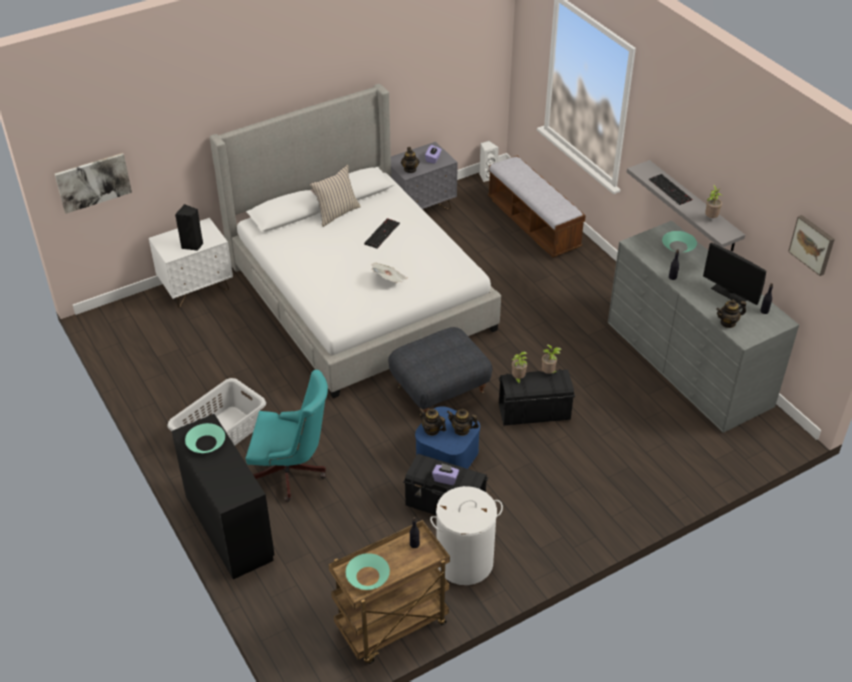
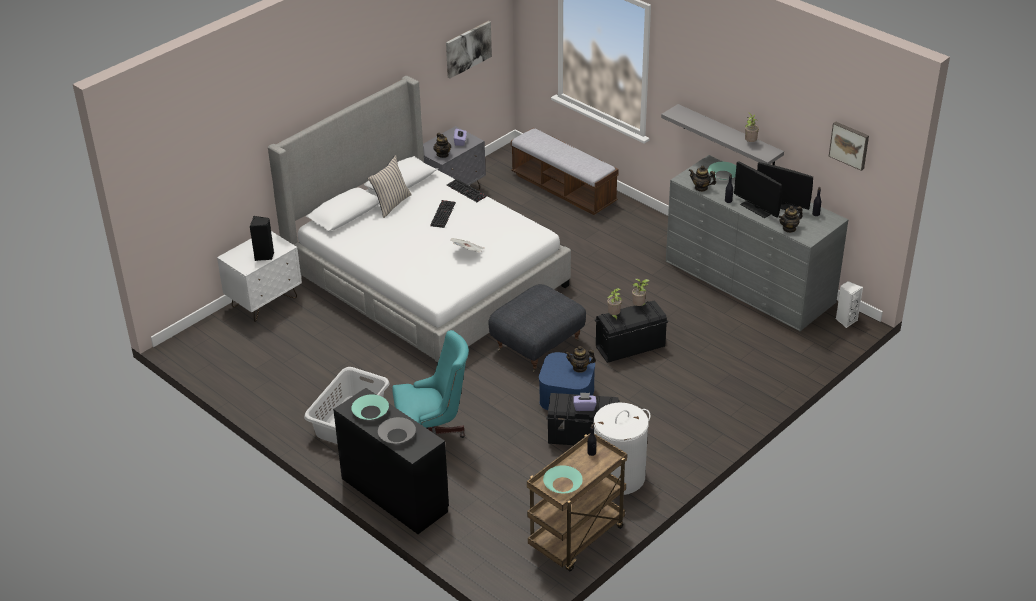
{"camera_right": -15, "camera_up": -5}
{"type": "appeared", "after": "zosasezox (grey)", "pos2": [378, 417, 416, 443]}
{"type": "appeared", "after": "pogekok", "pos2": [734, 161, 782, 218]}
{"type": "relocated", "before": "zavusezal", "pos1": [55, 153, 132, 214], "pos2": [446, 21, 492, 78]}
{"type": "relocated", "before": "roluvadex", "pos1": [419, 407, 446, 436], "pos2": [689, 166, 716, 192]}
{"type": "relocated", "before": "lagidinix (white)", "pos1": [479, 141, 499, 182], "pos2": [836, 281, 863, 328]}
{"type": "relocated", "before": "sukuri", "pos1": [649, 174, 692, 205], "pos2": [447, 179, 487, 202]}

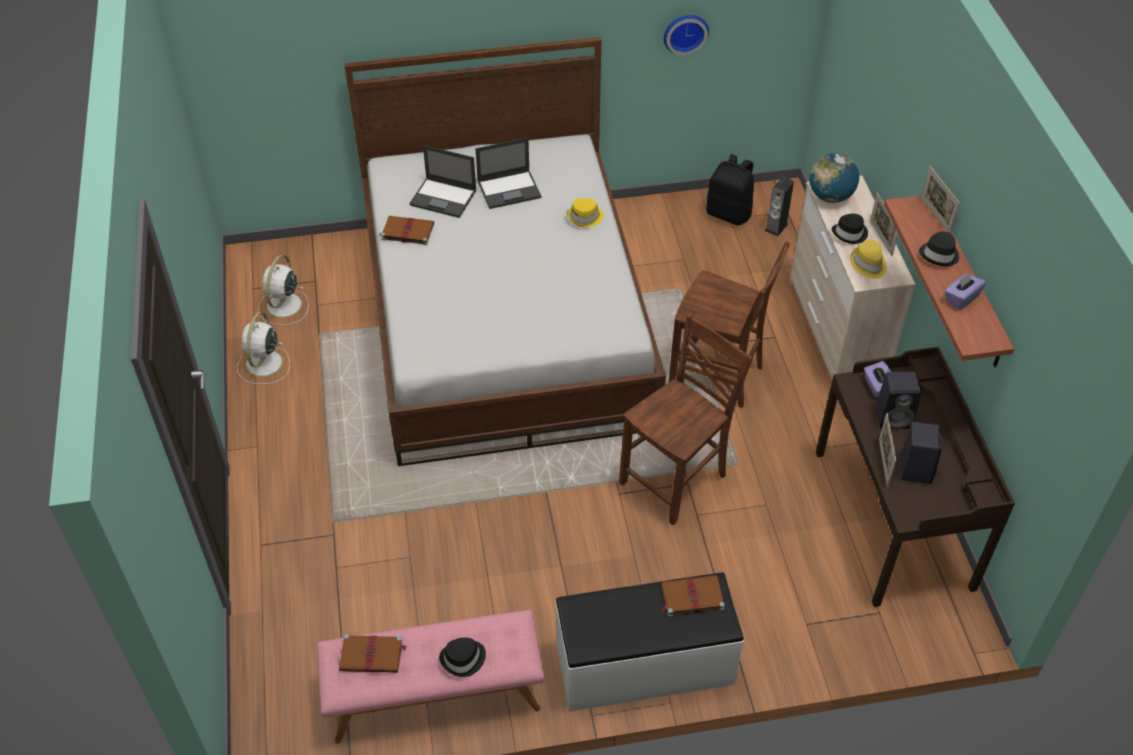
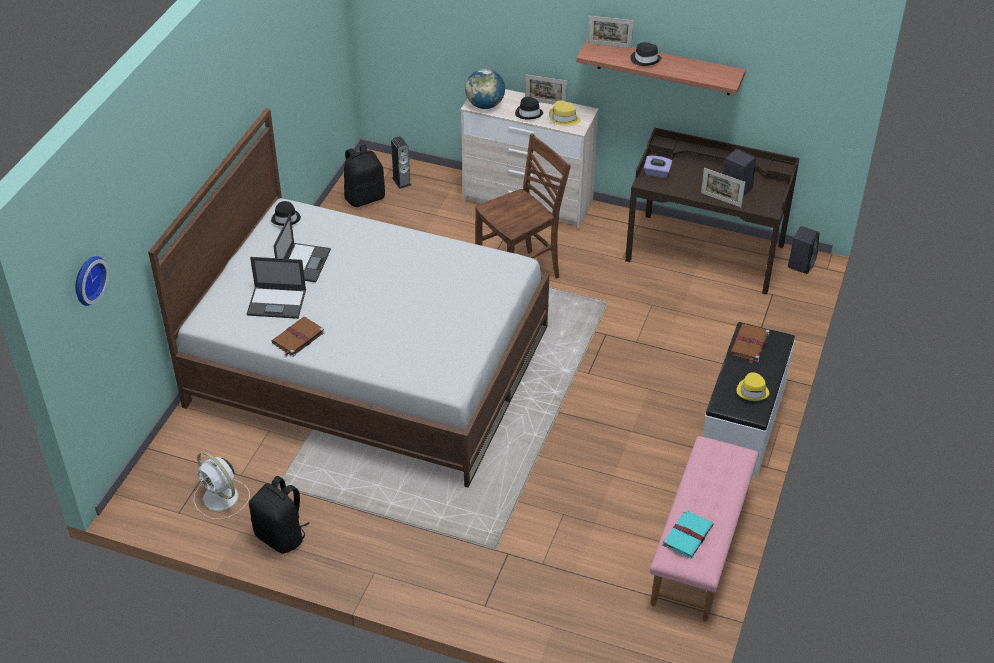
{"camera_right": -60, "camera_up": -5}
{"type": "missing", "before": "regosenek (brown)", "pos1": [619, 314, 753, 525]}
{"type": "missing", "before": "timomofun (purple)", "pos1": [945, 272, 986, 310]}
{"type": "relocated", "before": "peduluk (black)", "pos1": [439, 637, 486, 677], "pos2": [271, 201, 301, 226]}
{"type": "relocated", "before": "peduluk (yellow)", "pos1": [567, 198, 604, 227], "pos2": [737, 372, 769, 401]}
{"type": "relocated", "before": "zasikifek", "pos1": [664, 15, 709, 55], "pos2": [75, 256, 109, 306]}
{"type": "relocated", "before": "lagidinix (black)", "pos1": [875, 372, 921, 429], "pos2": [788, 226, 820, 274]}
{"type": "exchanged", "before": "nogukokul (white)", "after": "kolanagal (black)", "pos1": [237, 312, 290, 384], "pos2": [249, 476, 310, 554]}
{"type": "colour", "before": "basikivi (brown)", "after": "basikivi (turquoise)", "pos1": [339, 634, 407, 673], "pos2": [662, 509, 714, 558]}
{"type": "spun", "before": "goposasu", "pos1": [409, 145, 477, 218], "pos2": [247, 257, 306, 319], "turn": 45}

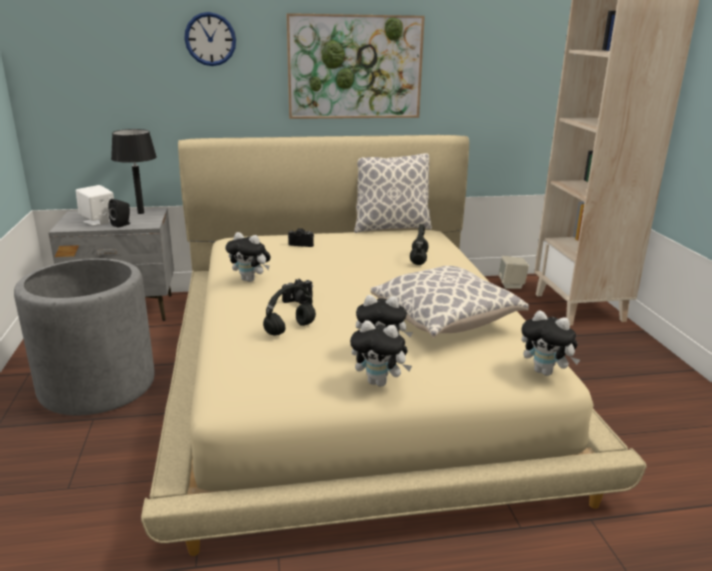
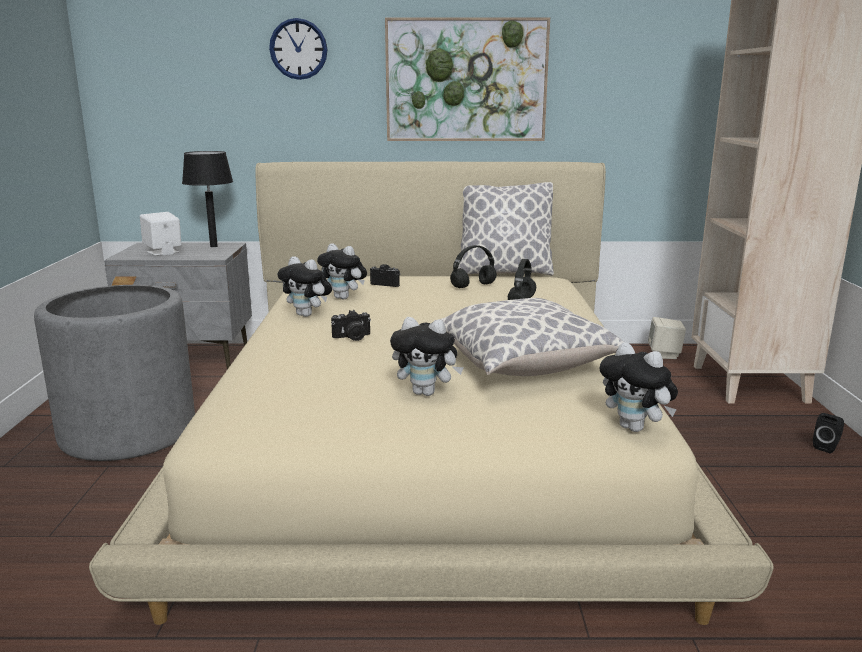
{"camera_right": 10, "camera_up": -5}
{"type": "relocated", "before": "lagidinix (black)", "pos1": [108, 199, 130, 228], "pos2": [813, 413, 844, 453]}
{"type": "relocated", "before": "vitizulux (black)", "pos1": [263, 285, 316, 336], "pos2": [450, 245, 497, 288]}
{"type": "relocated", "before": "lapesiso", "pos1": [350, 320, 412, 387], "pos2": [317, 243, 367, 299]}

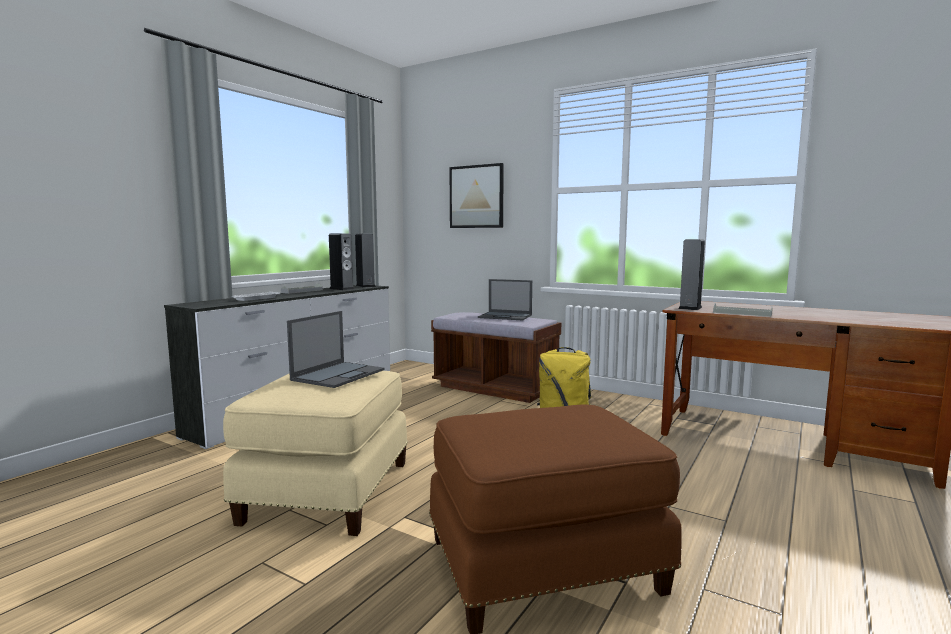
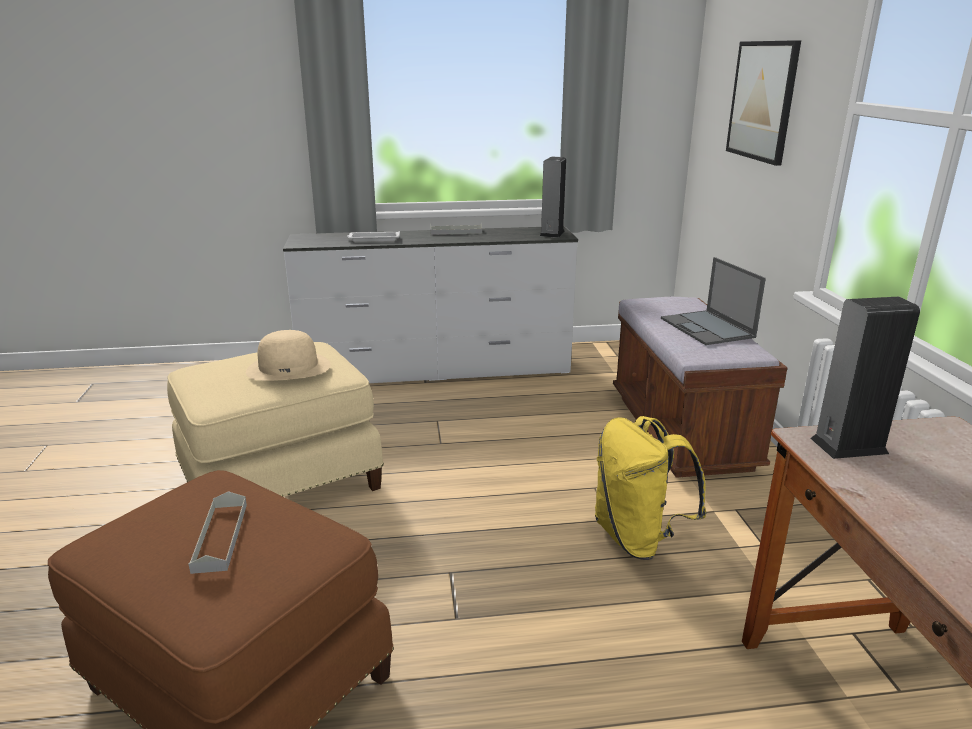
{"camera_right": 50, "camera_up": 15}
{"type": "missing", "before": "lagidinix", "pos1": [329, 233, 354, 290]}
{"type": "relocated", "before": "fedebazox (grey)", "pos1": [713, 303, 772, 317], "pos2": [189, 491, 247, 574]}
{"type": "exchanged", "before": "goposasu", "after": "peduluk (beige)", "pos1": [287, 311, 384, 388], "pos2": [246, 330, 331, 381]}

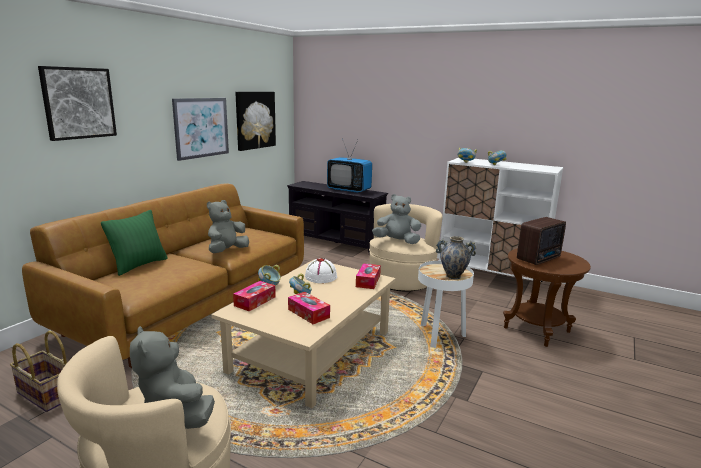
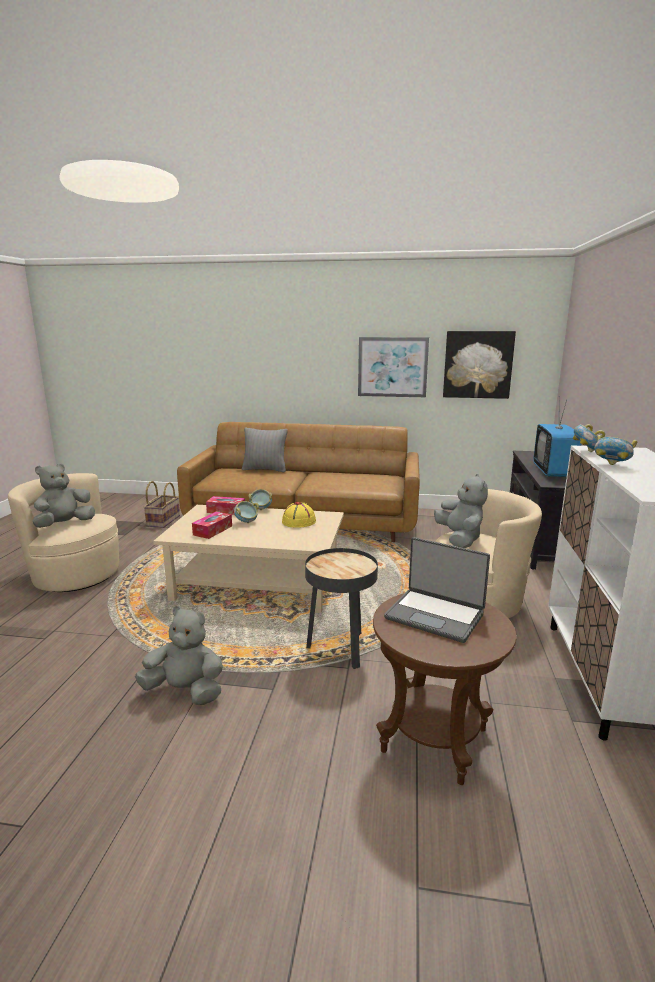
{"camera_right": 70, "camera_up": 0}
{"type": "missing", "before": "zavusezal", "pos1": [38, 66, 117, 141]}
{"type": "missing", "before": "timomofun", "pos1": [356, 263, 381, 289]}
{"type": "missing", "before": "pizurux", "pos1": [436, 236, 477, 279]}
{"type": "relocated", "before": "lapesiso (grey)", "pos1": [207, 200, 249, 253], "pos2": [135, 606, 223, 705]}
{"type": "exchanged", "before": "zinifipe", "after": "goposasu", "pos1": [517, 217, 566, 265], "pos2": [384, 537, 490, 643]}
{"type": "colour", "before": "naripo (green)", "after": "naripo (grey)", "pos1": [101, 210, 168, 276], "pos2": [242, 428, 288, 472]}
{"type": "colour", "before": "peduluk (white)", "after": "peduluk (yellow)", "pos1": [305, 258, 337, 283], "pos2": [282, 502, 316, 528]}
{"type": "colour", "before": "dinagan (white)", "after": "dinagan (black)", "pos1": [418, 261, 474, 348], "pos2": [305, 548, 378, 669]}

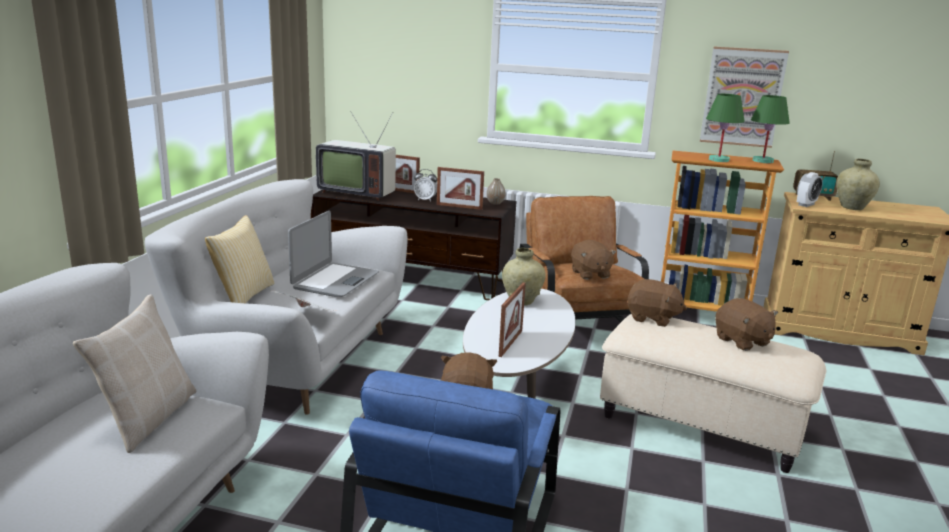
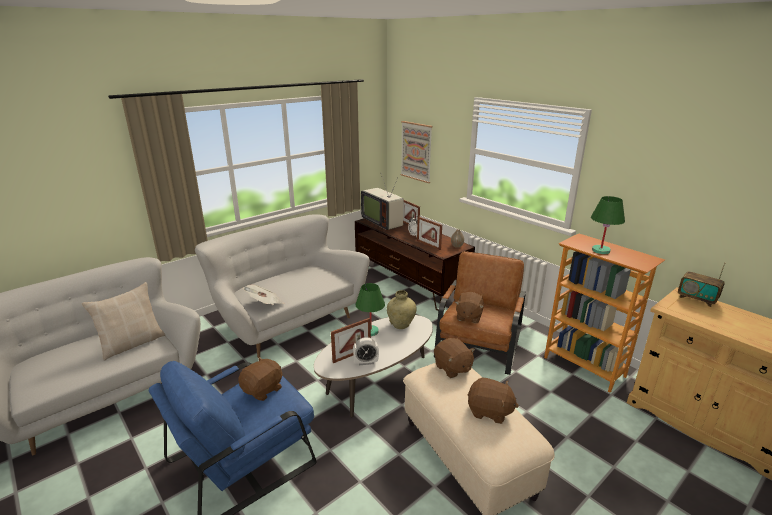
{"camera_right": 35, "camera_up": 5}
{"type": "missing", "before": "naripo", "pos1": [205, 215, 274, 303]}
{"type": "missing", "before": "goposasu", "pos1": [288, 211, 379, 297]}
{"type": "missing", "before": "pizurux (beige)", "pos1": [836, 158, 880, 210]}
{"type": "relocated", "before": "zavusezal", "pos1": [700, 47, 789, 148], "pos2": [401, 121, 433, 183]}
{"type": "relocated", "before": "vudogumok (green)", "pos1": [751, 95, 790, 163], "pos2": [356, 283, 385, 336]}
{"type": "relocated", "before": "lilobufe", "pos1": [797, 172, 823, 207], "pos2": [353, 337, 379, 365]}
{"type": "spun", "before": "lapesiso (brown)", "pos1": [715, 298, 778, 351], "pos2": [467, 377, 519, 424], "turn": -75}

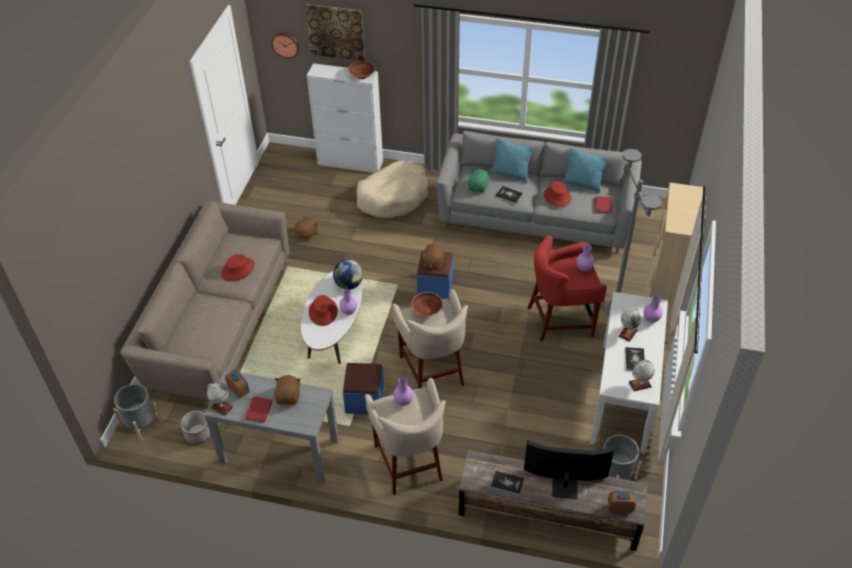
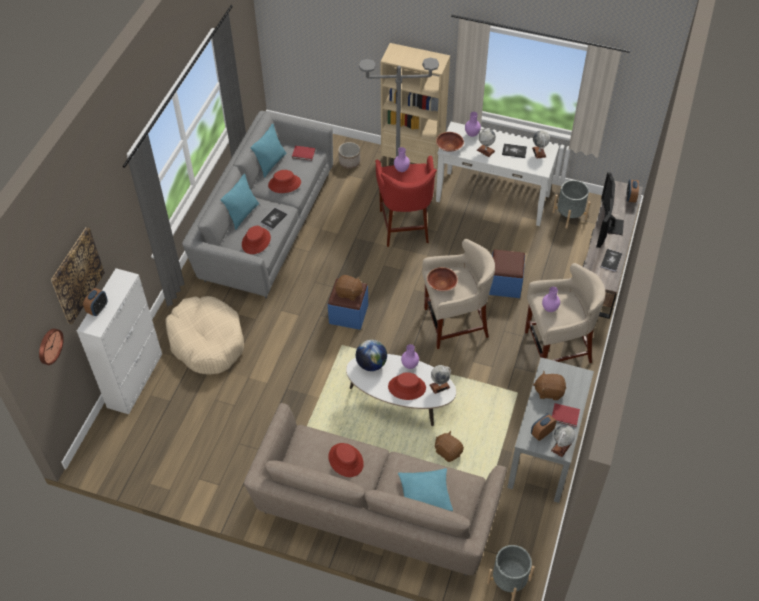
{"camera_right": -85, "camera_up": 5}
{"type": "appeared", "after": "lilobufe", "pos2": [83, 288, 108, 316]}
{"type": "appeared", "after": "naripo (turquoise)", "pos2": [398, 468, 453, 511]}
{"type": "appeared", "after": "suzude", "pos2": [430, 365, 451, 394]}
{"type": "relocated", "before": "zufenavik", "pos1": [181, 411, 211, 445], "pos2": [338, 142, 360, 169]}
{"type": "relocated", "before": "lapesiso (brown)", "pos1": [294, 216, 318, 241], "pos2": [435, 431, 464, 462]}
{"type": "relocated", "before": "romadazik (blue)", "pos1": [343, 363, 384, 414], "pos2": [489, 250, 525, 298]}
{"type": "relocated", "before": "zosasezox (brown)", "pos1": [348, 61, 376, 79], "pos2": [436, 132, 464, 152]}
{"type": "exchanged", "before": "lapesiso (green)", "after": "peduluk (red)", "pos1": [468, 169, 491, 193], "pos2": [242, 226, 271, 254]}

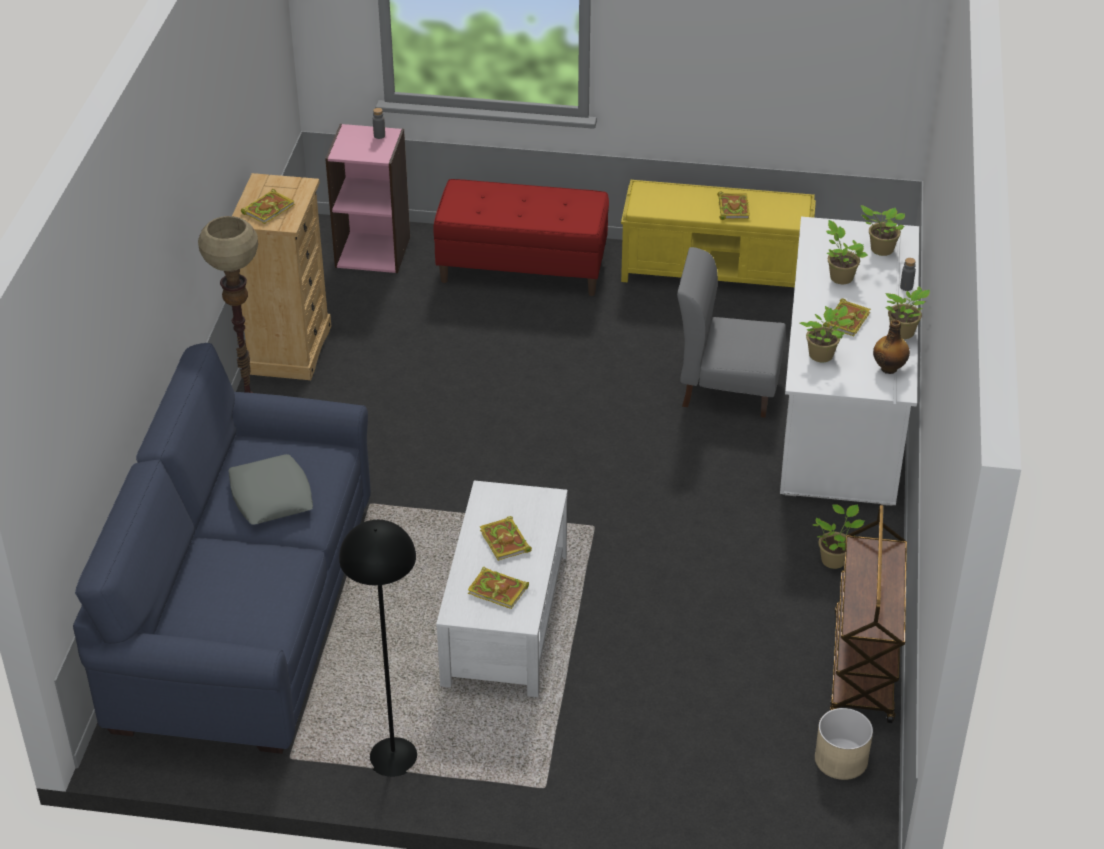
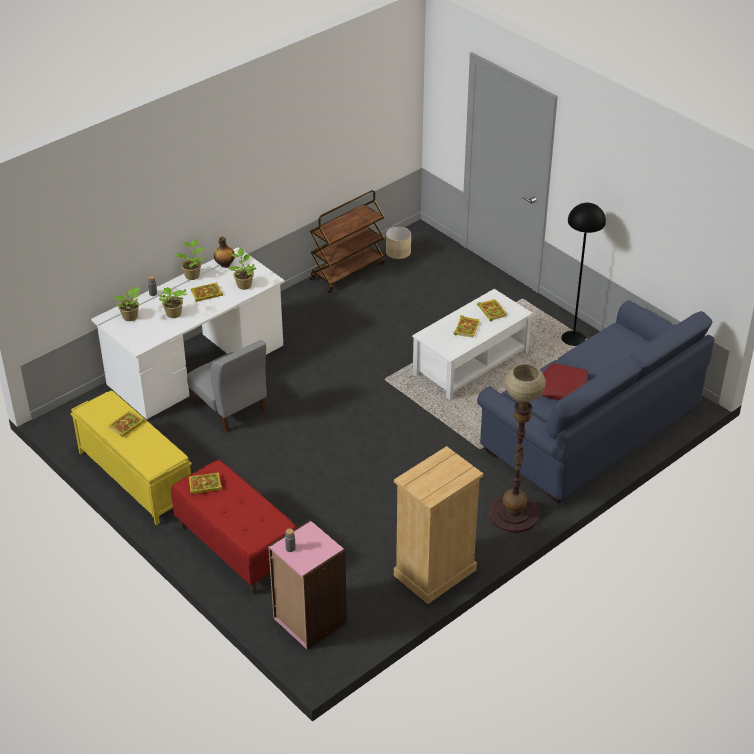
{"camera_right": -140, "camera_up": 0}
{"type": "missing", "before": "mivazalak", "pos1": [813, 504, 865, 569]}
{"type": "relocated", "before": "basikivi", "pos1": [241, 189, 295, 224], "pos2": [189, 472, 222, 494]}
{"type": "colour", "before": "naripo (grey)", "after": "naripo (red)", "pos1": [228, 454, 313, 525], "pos2": [541, 363, 588, 400]}

